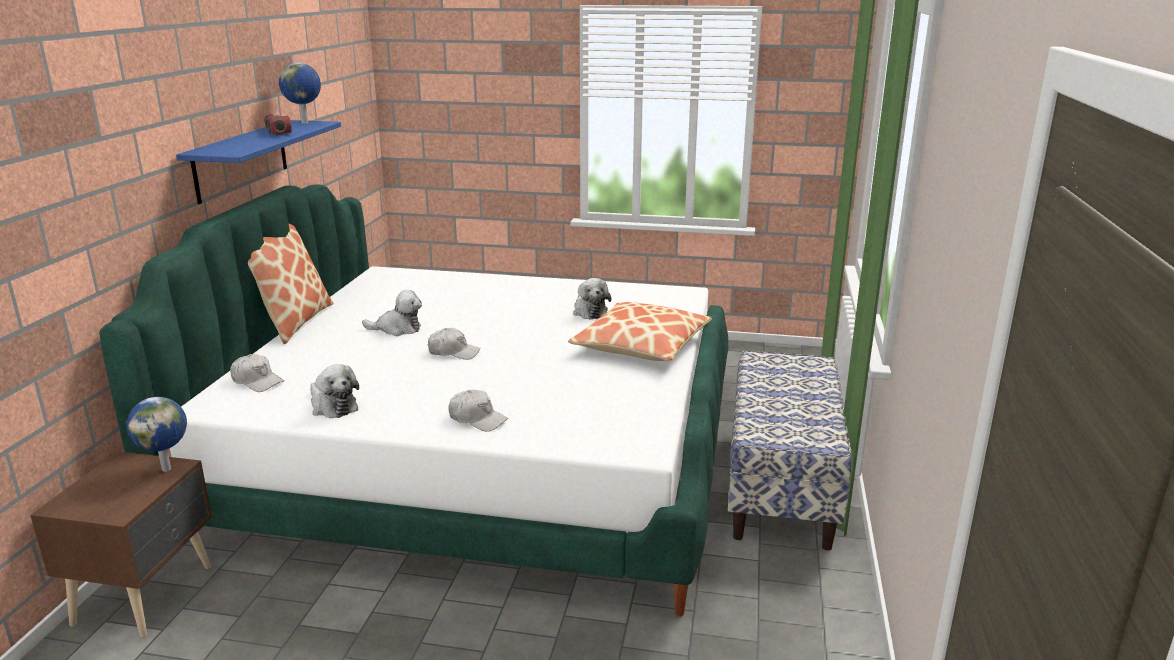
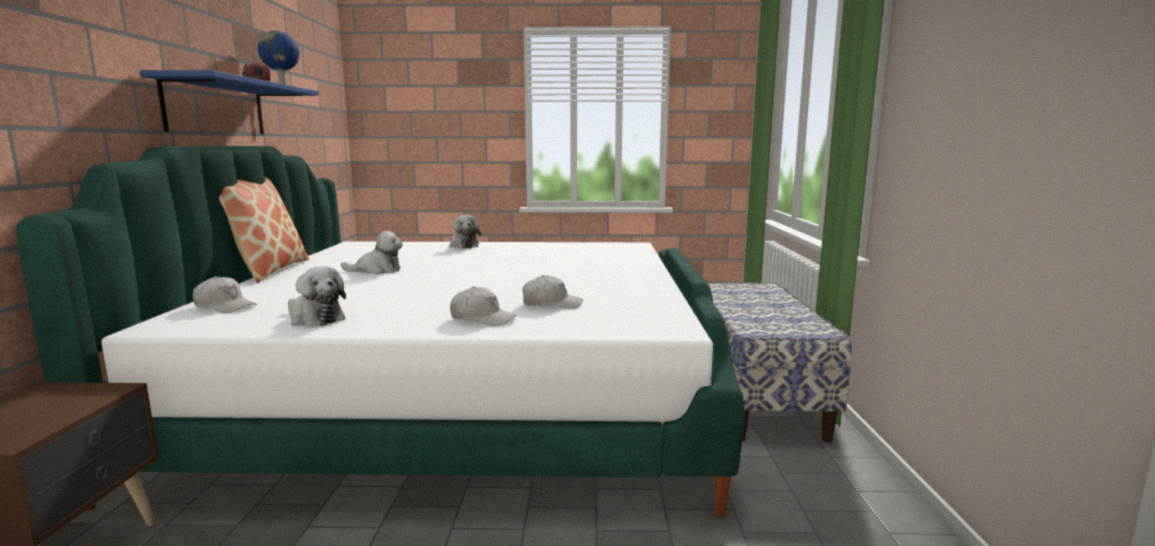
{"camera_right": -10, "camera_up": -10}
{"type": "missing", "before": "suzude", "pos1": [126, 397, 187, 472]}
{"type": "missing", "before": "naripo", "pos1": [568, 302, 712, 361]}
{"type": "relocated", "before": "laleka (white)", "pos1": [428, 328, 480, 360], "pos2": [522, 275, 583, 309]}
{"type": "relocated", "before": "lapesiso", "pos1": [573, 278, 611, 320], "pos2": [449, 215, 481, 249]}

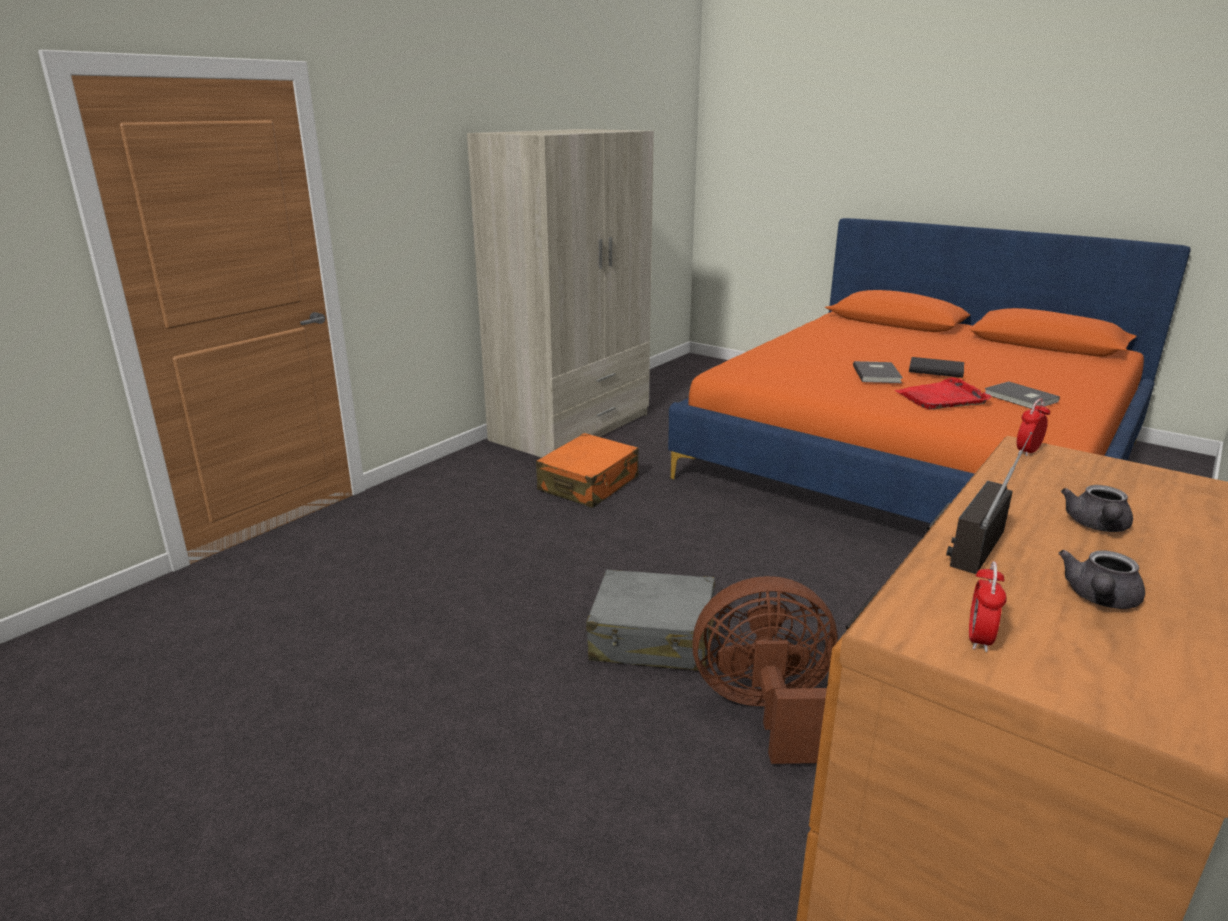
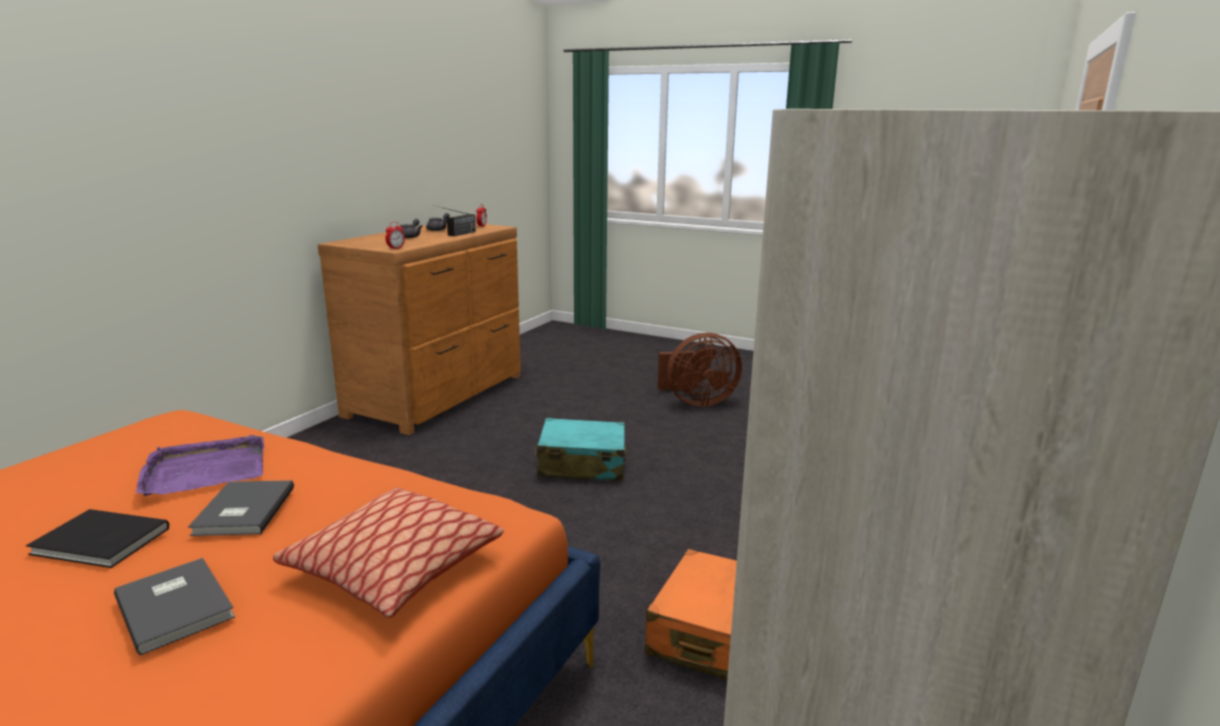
{"camera_right": 170, "camera_up": -5}
{"type": "appeared", "after": "naripo", "pos2": [273, 487, 504, 618]}
{"type": "relocated", "before": "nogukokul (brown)", "pos1": [692, 576, 838, 764], "pos2": [658, 333, 742, 407]}
{"type": "relocated", "before": "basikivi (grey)", "pos1": [984, 381, 1060, 409], "pos2": [114, 558, 235, 655]}
{"type": "colour", "before": "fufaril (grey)", "after": "fufaril (turquoise)", "pos1": [586, 569, 719, 671], "pos2": [535, 418, 626, 481]}
{"type": "colour", "before": "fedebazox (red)", "after": "fedebazox (purple)", "pos1": [895, 377, 991, 410], "pos2": [136, 435, 264, 496]}

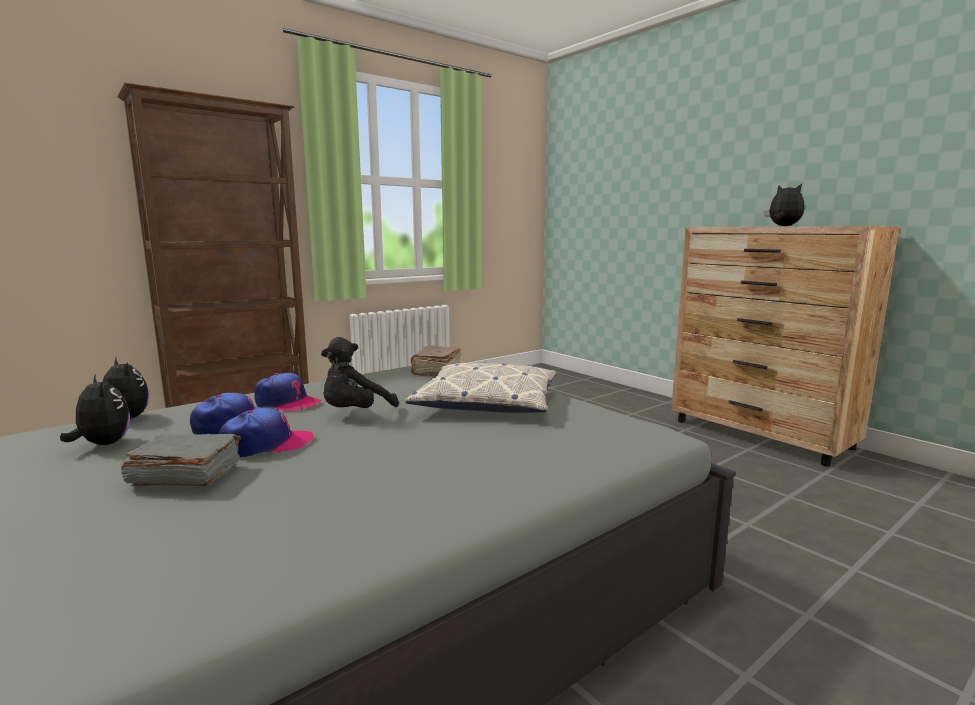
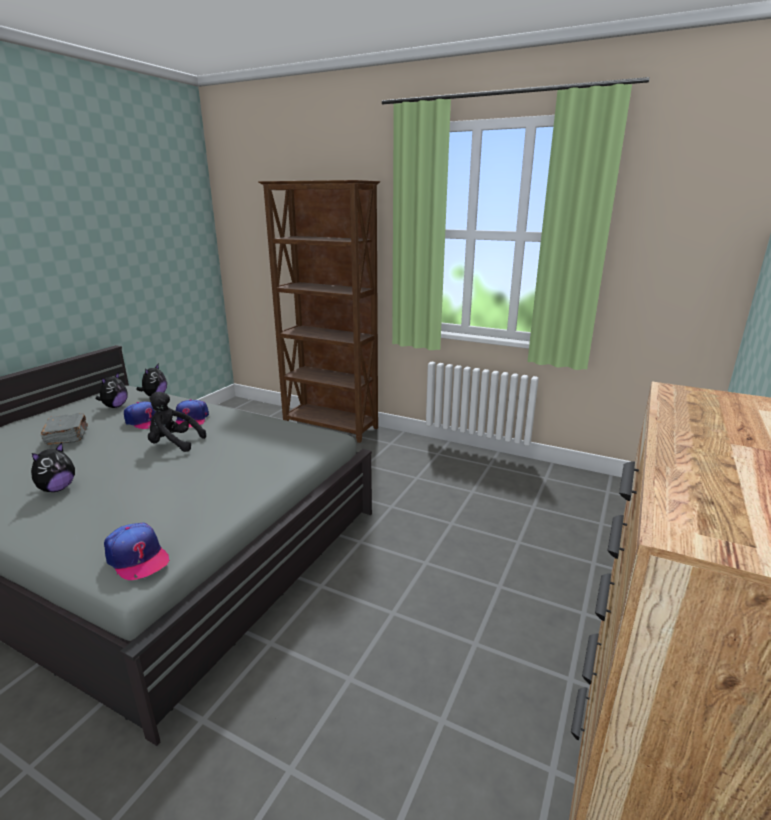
{"camera_right": 65, "camera_up": 10}
{"type": "missing", "before": "naripo", "pos1": [405, 362, 557, 413]}
{"type": "missing", "before": "basikivi (brown)", "pos1": [410, 346, 461, 376]}
{"type": "relocated", "before": "laleka", "pos1": [219, 408, 313, 457], "pos2": [104, 522, 170, 580]}
{"type": "relocated", "before": "lapesiso", "pos1": [763, 184, 804, 226], "pos2": [31, 442, 75, 492]}

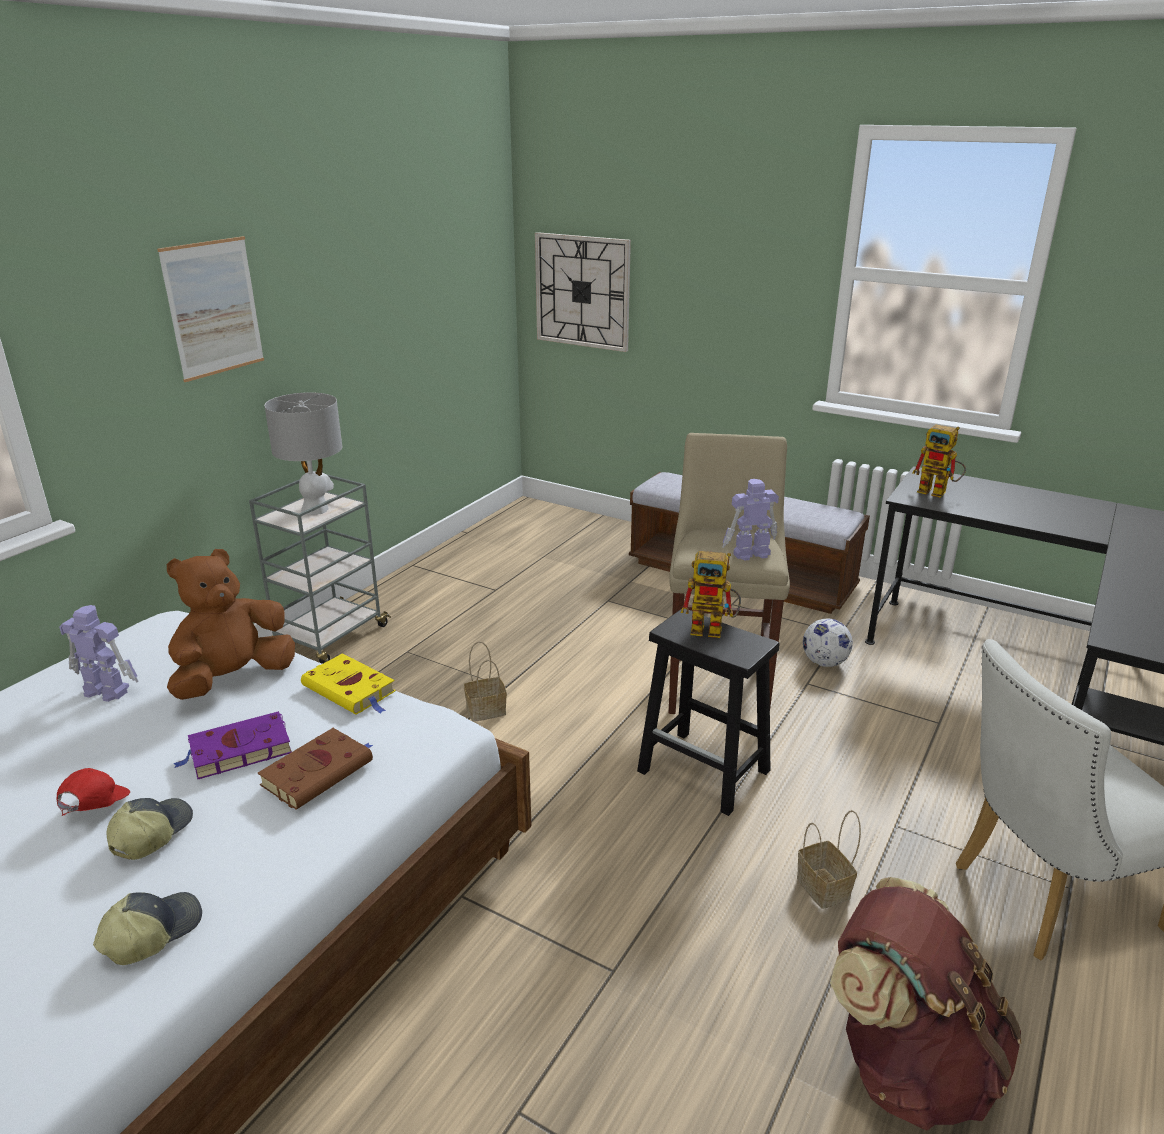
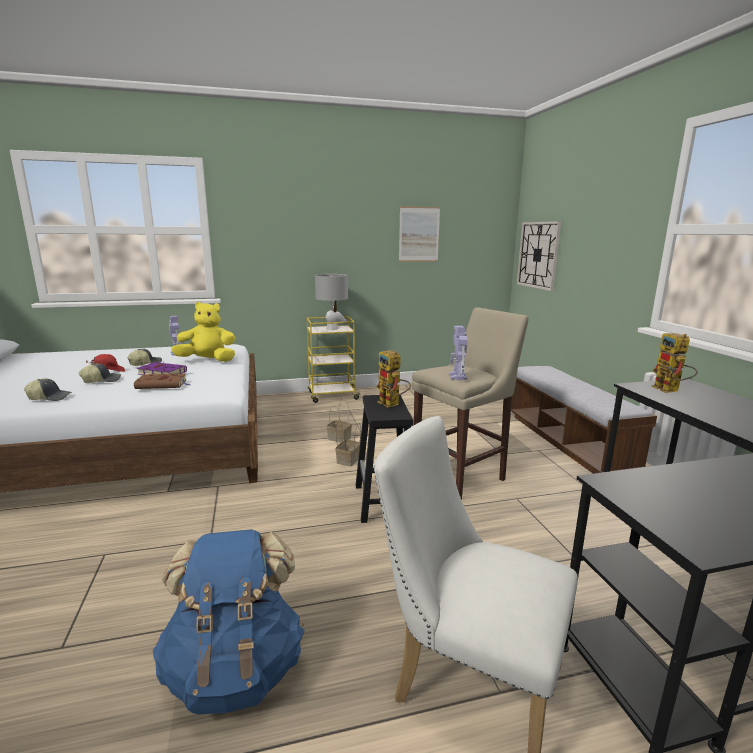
{"camera_right": 45, "camera_up": -10}
{"type": "missing", "before": "basikivi (yellow)", "pos1": [301, 653, 396, 715]}
{"type": "missing", "before": "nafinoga", "pos1": [803, 619, 853, 667]}
{"type": "appeared", "after": "laleka", "pos2": [127, 349, 162, 366]}
{"type": "relocated", "before": "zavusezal", "pos1": [157, 236, 264, 382], "pos2": [399, 207, 440, 262]}
{"type": "relocated", "before": "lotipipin", "pos1": [797, 810, 861, 909], "pos2": [336, 419, 361, 466]}
{"type": "colour", "before": "lapesiso (brown)", "after": "lapesiso (yellow)", "pos1": [167, 549, 295, 700], "pos2": [171, 302, 235, 362]}
{"type": "colour", "before": "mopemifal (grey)", "after": "mopemifal (yellow)", "pos1": [249, 474, 391, 664], "pos2": [307, 316, 360, 403]}
{"type": "colour", "before": "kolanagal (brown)", "after": "kolanagal (blue)", "pos1": [830, 877, 1021, 1131], "pos2": [153, 529, 305, 715]}
{"type": "spun", "before": "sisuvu", "pos1": [722, 479, 779, 561], "pos2": [449, 326, 467, 380], "turn": -120}

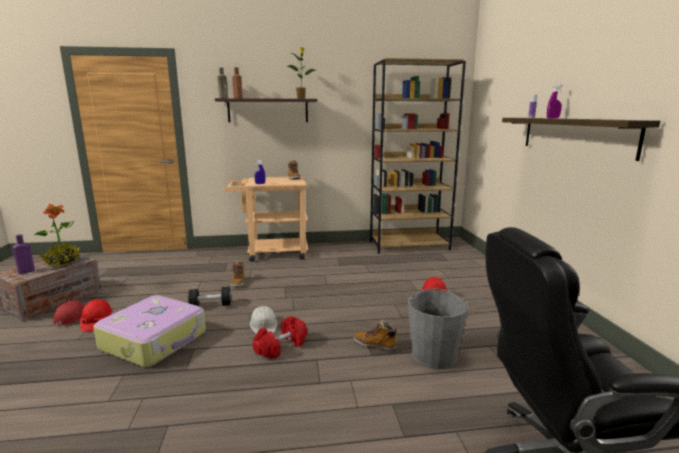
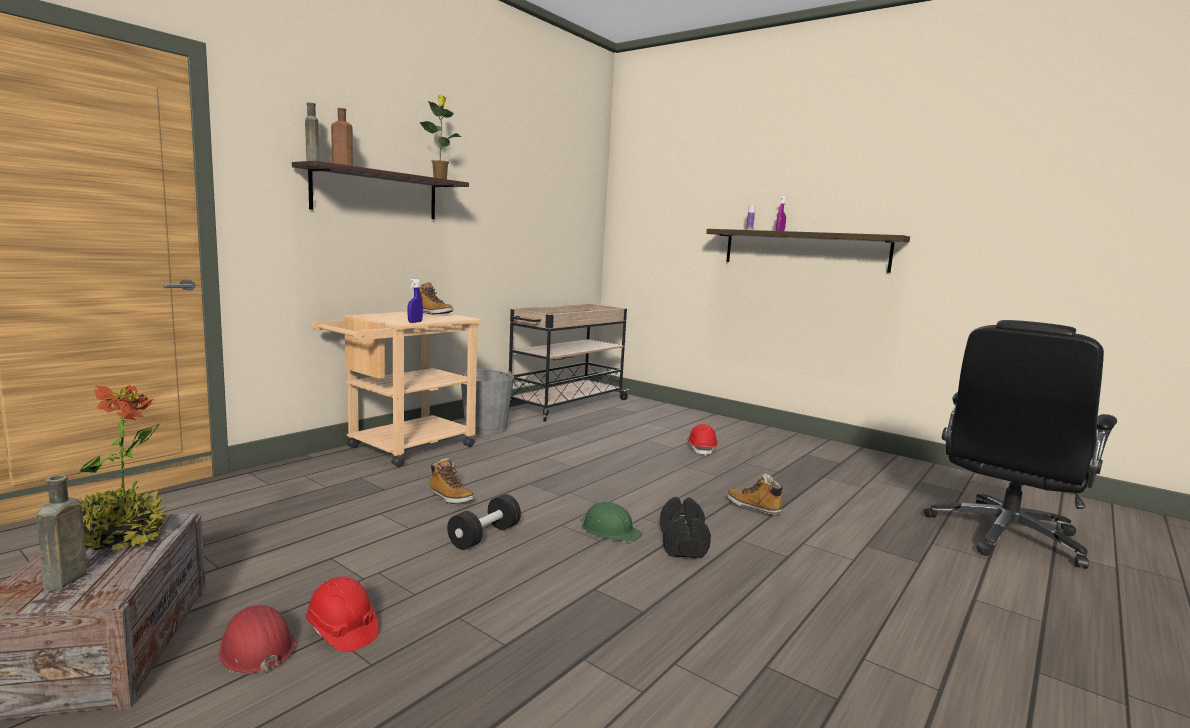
{"camera_right": -45, "camera_up": -5}
{"type": "missing", "before": "fufaril", "pos1": [93, 295, 206, 367]}
{"type": "relocated", "before": "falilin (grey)", "pos1": [408, 288, 469, 369], "pos2": [461, 369, 514, 435]}
{"type": "exchanged", "before": "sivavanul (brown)", "after": "mopemifal (beige)", "pos1": [370, 58, 466, 254], "pos2": [509, 304, 629, 422]}
{"type": "colour", "before": "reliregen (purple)", "after": "reliregen (brown)", "pos1": [12, 234, 35, 274], "pos2": [37, 475, 87, 590]}
{"type": "colour", "before": "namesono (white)", "after": "namesono (green)", "pos1": [249, 306, 278, 334], "pos2": [580, 502, 643, 542]}
{"type": "colour", "before": "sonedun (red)", "after": "sonedun (black)", "pos1": [253, 316, 307, 359], "pos2": [660, 497, 711, 558]}
{"type": "spun", "before": "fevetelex", "pos1": [354, 320, 398, 351], "pos2": [727, 474, 784, 515], "turn": 60}

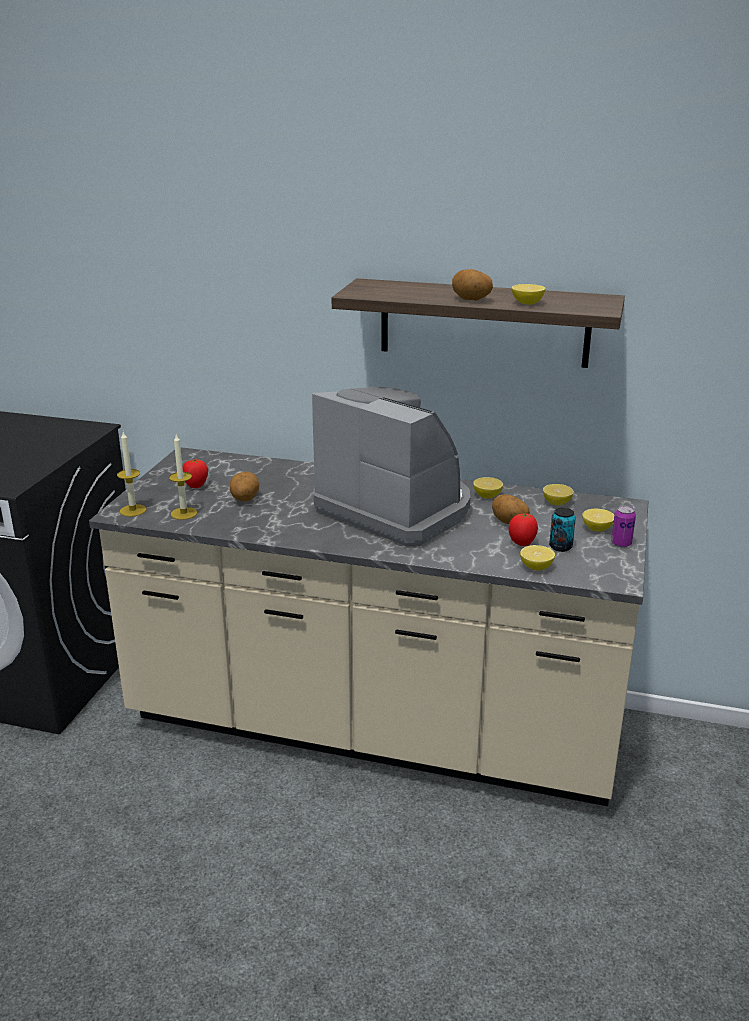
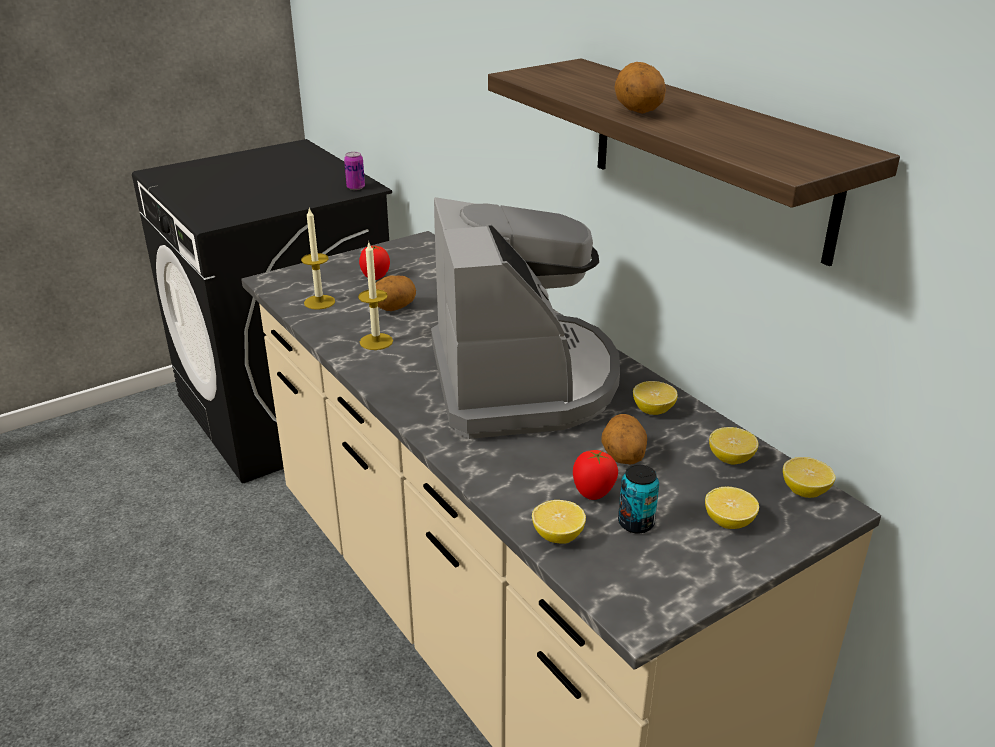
{"camera_right": 40, "camera_up": 5}
{"type": "relocated", "before": "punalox", "pos1": [117, 432, 146, 517], "pos2": [358, 243, 393, 350]}
{"type": "relocated", "before": "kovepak", "pos1": [511, 284, 546, 305], "pos2": [783, 457, 835, 498]}
{"type": "relocated", "before": "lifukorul", "pos1": [611, 506, 636, 547], "pos2": [344, 152, 365, 190]}

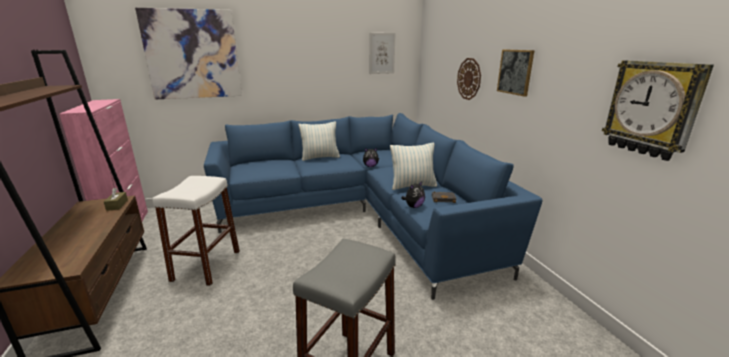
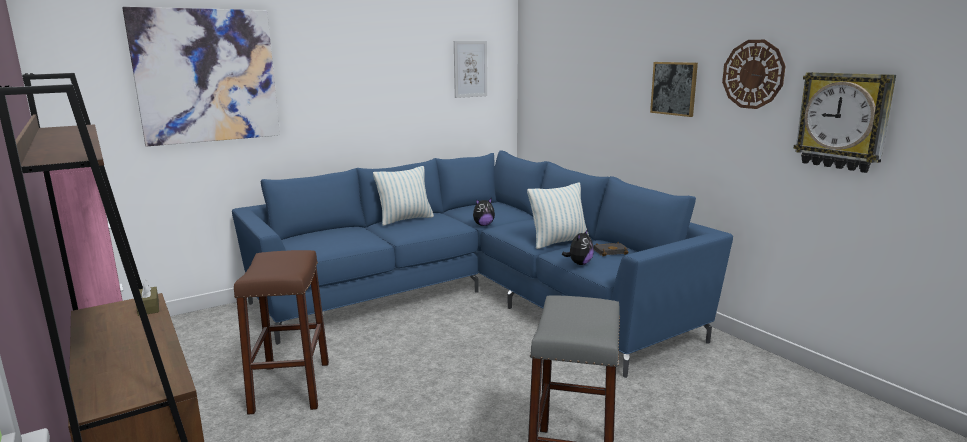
{"camera_right": -15, "camera_up": -5}
{"type": "relocated", "before": "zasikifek", "pos1": [457, 58, 481, 100], "pos2": [722, 40, 786, 109]}
{"type": "colour", "before": "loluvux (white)", "after": "loluvux (brown)", "pos1": [153, 176, 240, 286], "pos2": [234, 250, 329, 415]}

